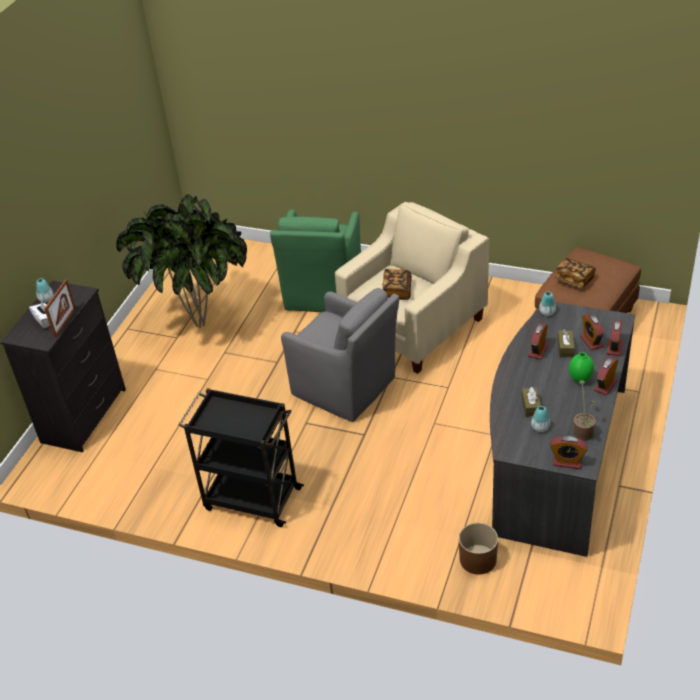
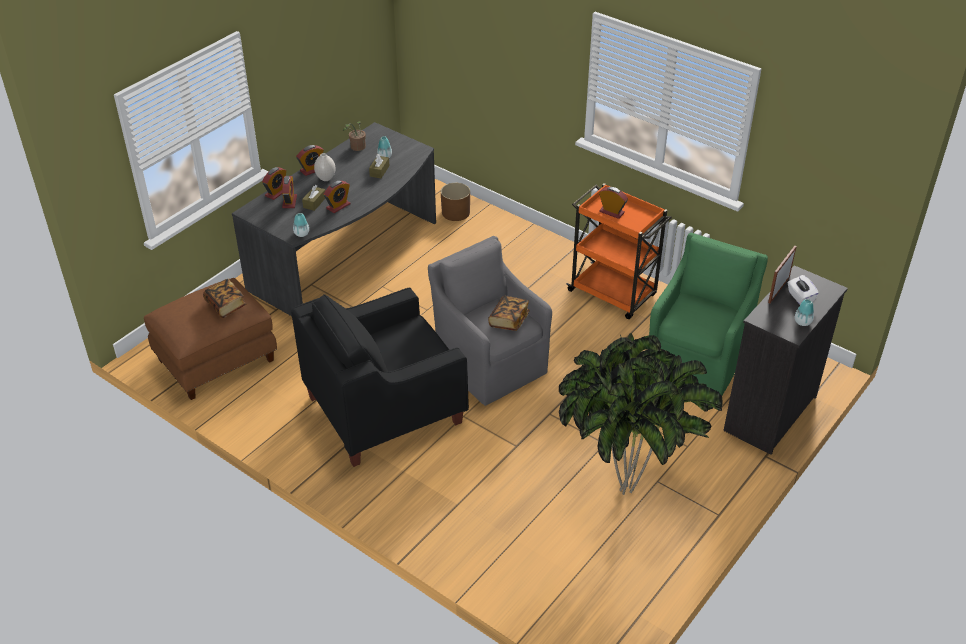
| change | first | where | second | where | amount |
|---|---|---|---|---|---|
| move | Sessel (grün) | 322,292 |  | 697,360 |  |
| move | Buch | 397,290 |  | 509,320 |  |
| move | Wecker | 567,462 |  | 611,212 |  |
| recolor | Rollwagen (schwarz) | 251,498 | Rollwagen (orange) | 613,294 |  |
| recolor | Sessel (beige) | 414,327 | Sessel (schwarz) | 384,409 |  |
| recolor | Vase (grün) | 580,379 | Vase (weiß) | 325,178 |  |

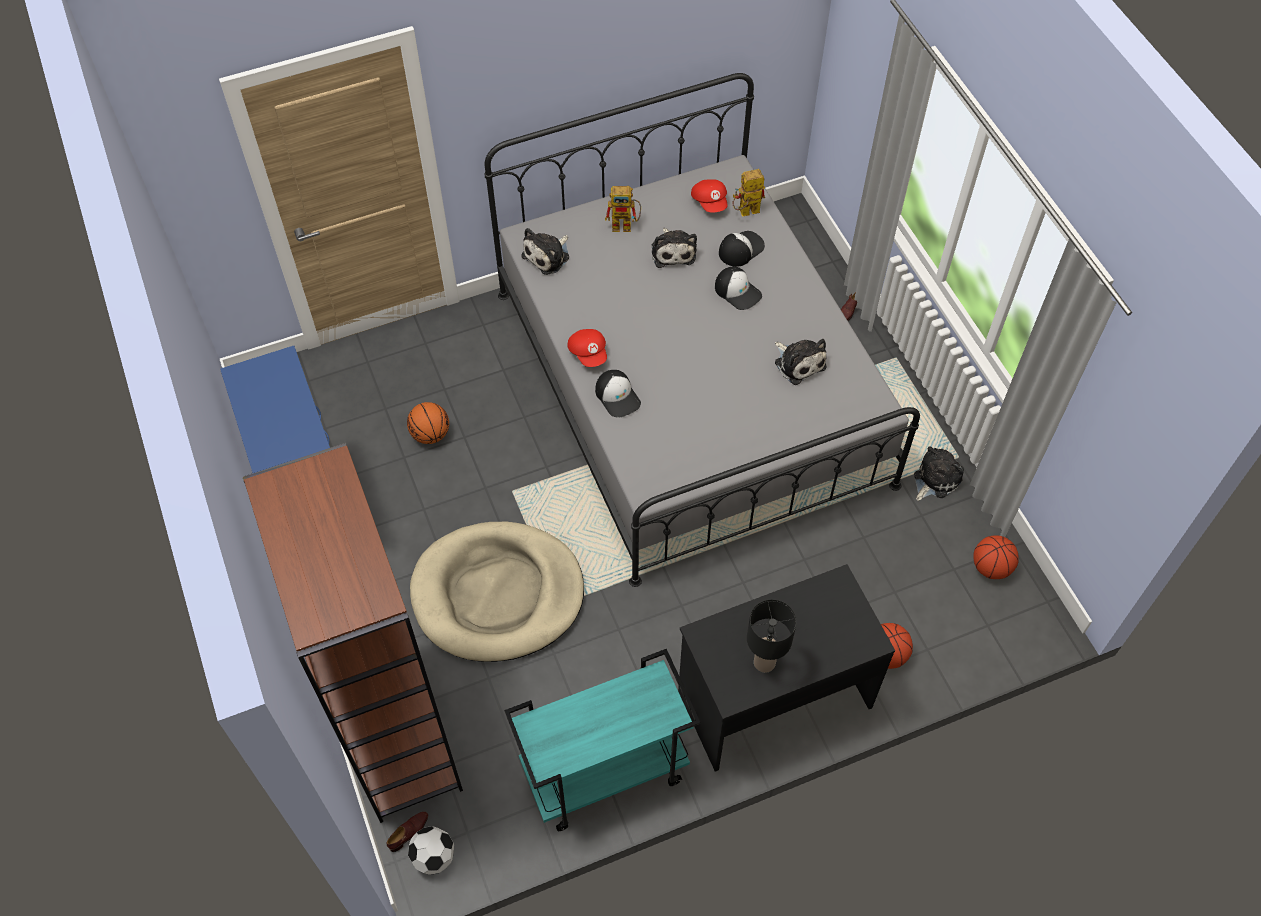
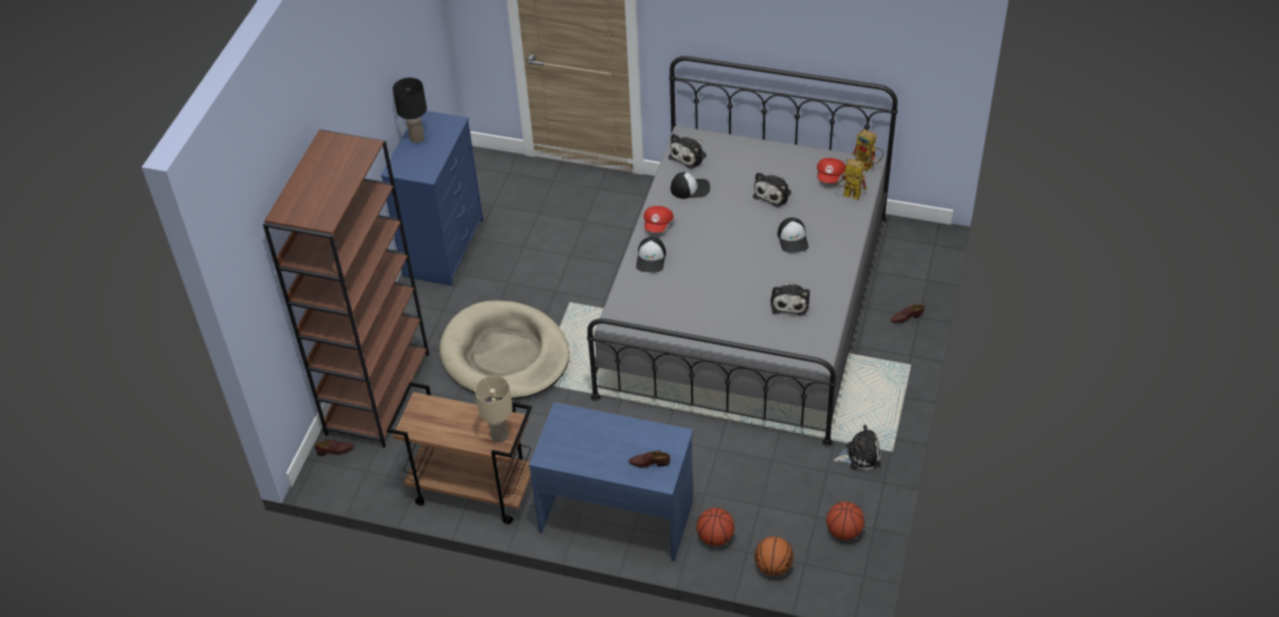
| change | first | where | second | where | amount |
|---|---|---|---|---|---|
| delete | Fußball | 434,857 |  |  |  |
| insert |  |  | Tischlampe (beige) | 500,436 |  |
| insert |  |  | Schuh (braun) | 649,462 |  |
| move | Basketball | 430,434 |  | 773,566 |  |
| move | Spielzeugroboter | 626,225 |  | 868,166 |  |
| move | Kappe | 740,249 |  | 690,188 |  |
| move | Tischlampe (schwarz) | 764,662 |  | 417,137 |  |
| recolor | Rollwagen (türkis) | 603,773 | Rollwagen (braun) | 472,490 |  |
| recolor | Schreibtisch (schwarz) | 773,697 | Schreibtisch (blau) | 616,515 |  |
| rotate | Plüschtier | 548,256 |  | 689,155 | 45 degrees counterclockwise |

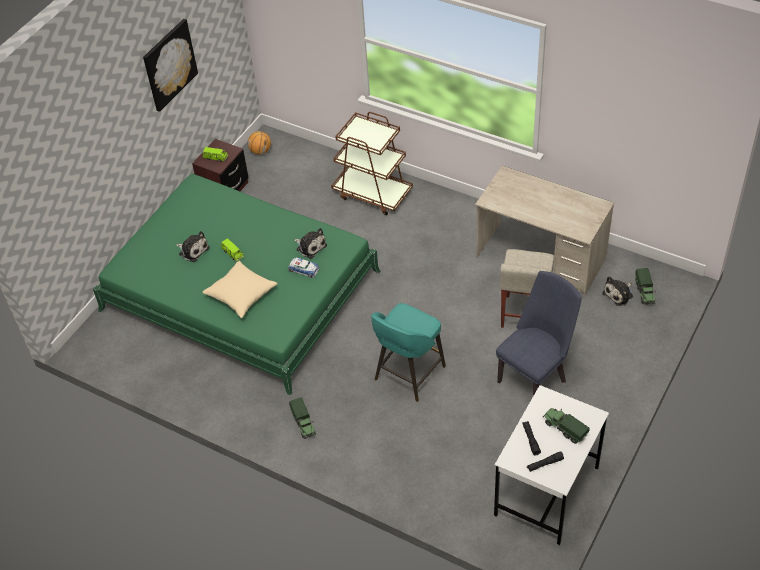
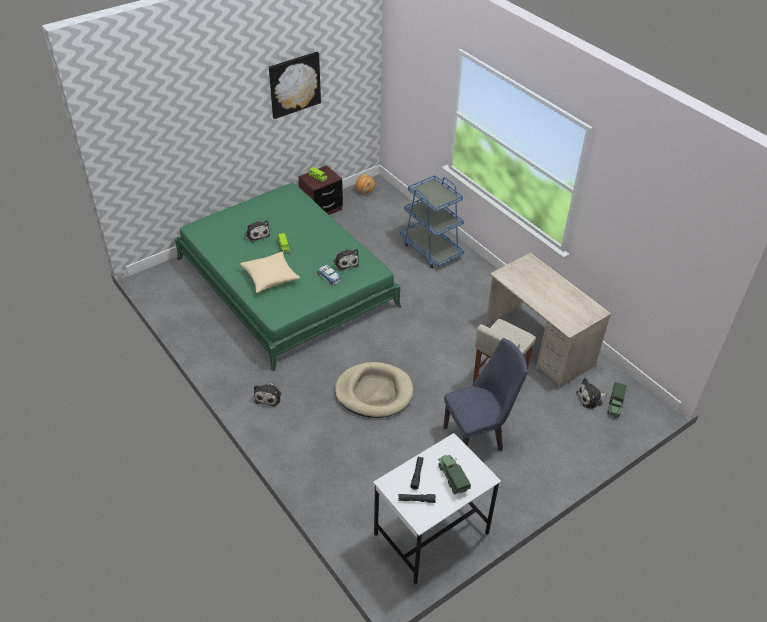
| change | first | where | second | where | amount |
|---|---|---|---|---|---|
| replace | Spielzeuglaster | 303,423 | Plüschtier | 269,396 |  |
| replace | Hocker (türkis) | 408,374 | Hundebett (beige) | 374,392 |  |
| recolor | Rollwagen (braun) | 373,193 | Rollwagen (blau) | 431,249 |  |

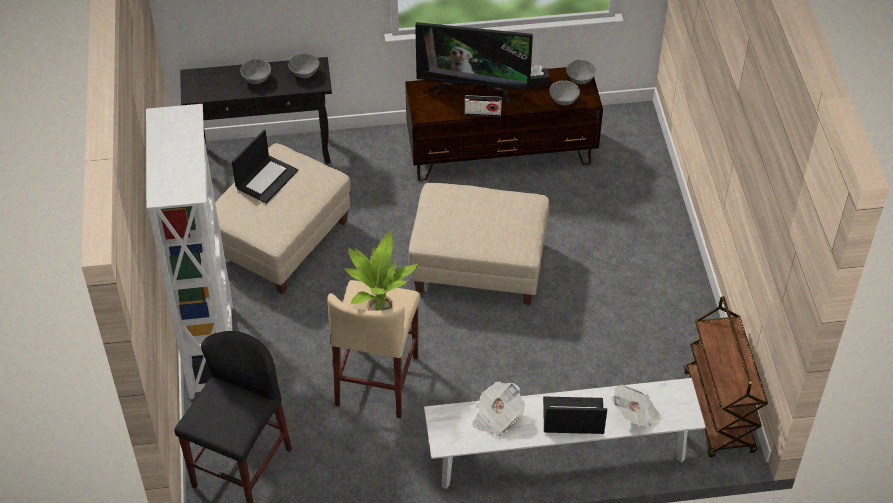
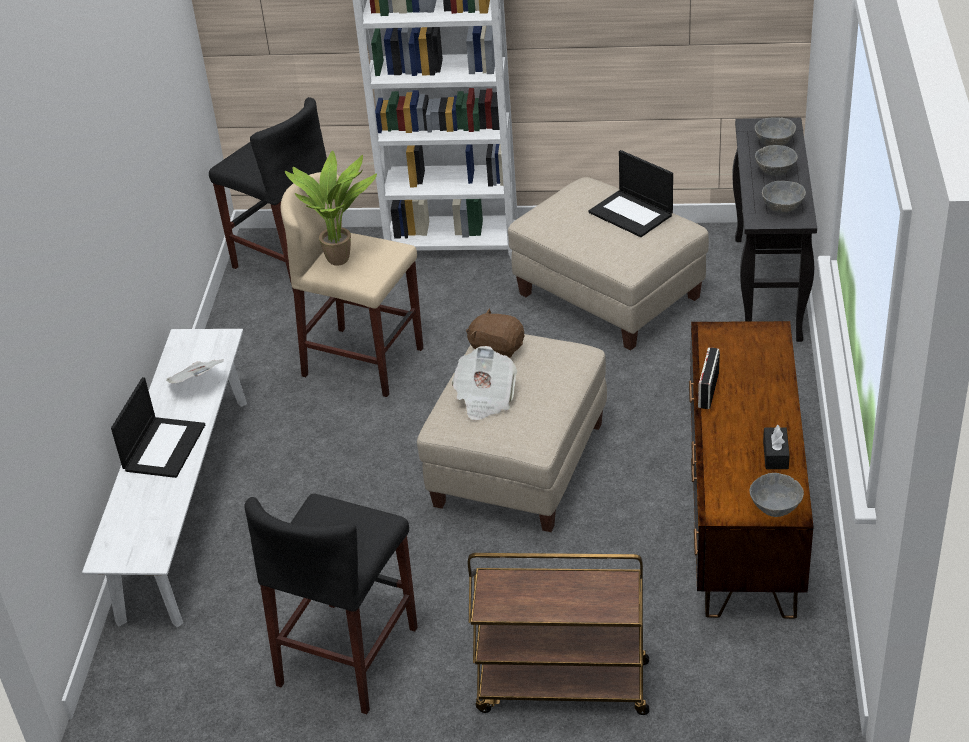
| change | first | where | second | where | amount |
|---|---|---|---|---|---|
| delete | Fernseher | 473,88 |  |  |  |
| insert |  |  | Hocker (schwarz) | 348,656 |  |
| insert |  |  | Plüschtier (braun) | 497,351 |  |
| move | Schüssel (grau) | 563,100 |  | 774,143 |  |
| move | Zeitung | 635,414 |  | 485,398 |  |
| move | Rollwagen (braun) | 719,412 |  | 561,687 |  |

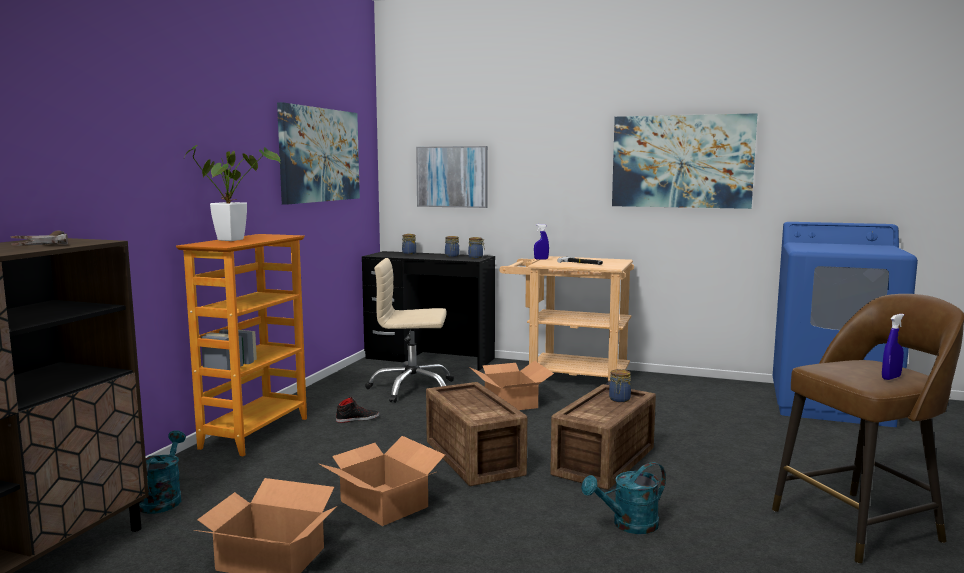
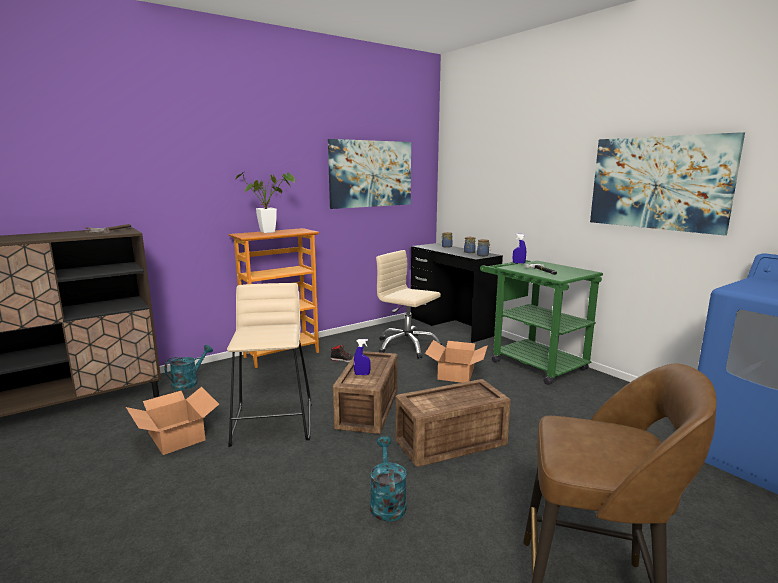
| change | first | where | second | where | amount |
|---|---|---|---|---|---|
| delete | Bild | 452,177 |  |  |  |
| delete | Vorratsglas | 619,399 |  |  |  |
| move | Sprühflasche (blau) | 891,378 |  | 362,374 |  |
| replace | Karton | 384,503 | Hocker (beige) | 273,423 |  |
| recolor | Rollwagen (beige) | 567,376 | Rollwagen (grün) | 531,363 |  |
| rotate | Gießkanne (türkis) | 628,525 |  | 387,502 | 75 degrees clockwise |

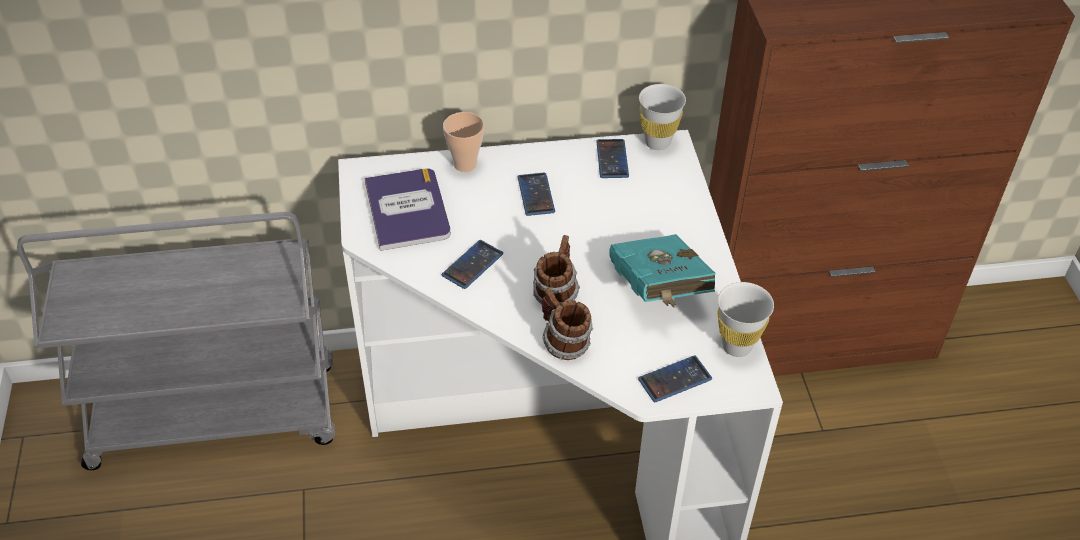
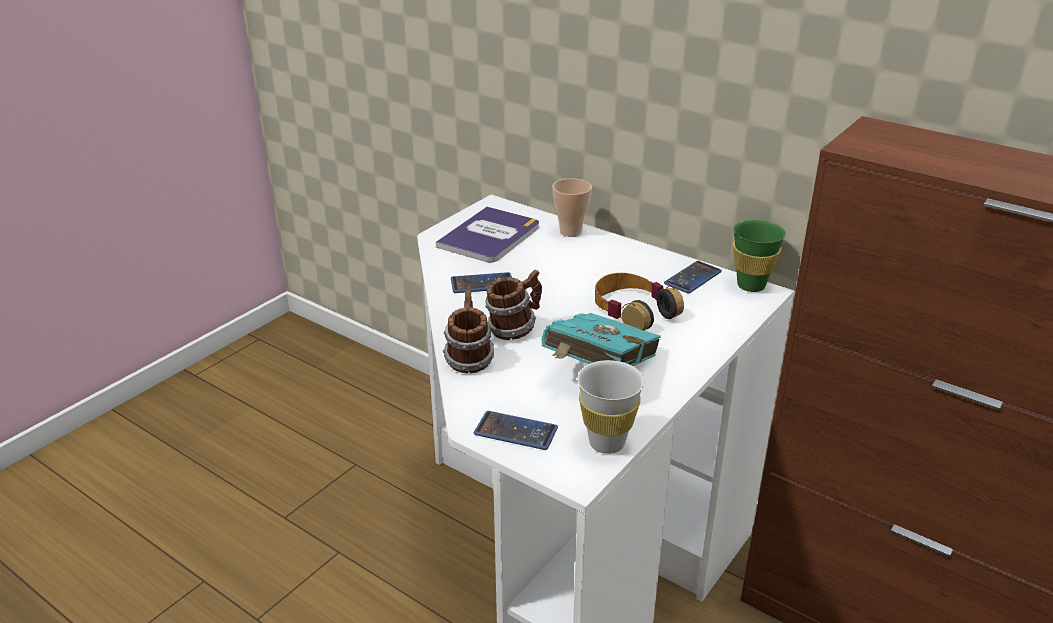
| change | first | where | second | where | amount |
|---|---|---|---|---|---|
| delete | Rollwagen (grau) | 217,415 |  |  |  |
| delete | Handy | 536,195 |  |  |  |
| insert |  |  | Kopfhörer | 633,311 |  |
| recolor | Tasse (weiß) | 657,142 | Tasse (grün) | 751,285 |  |

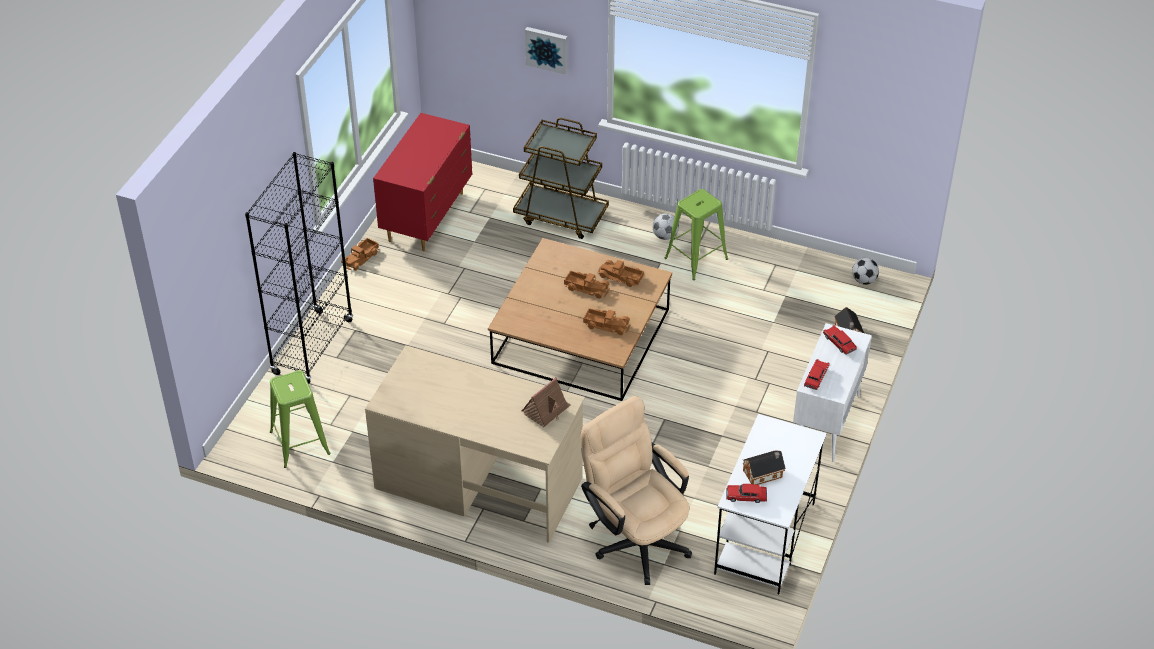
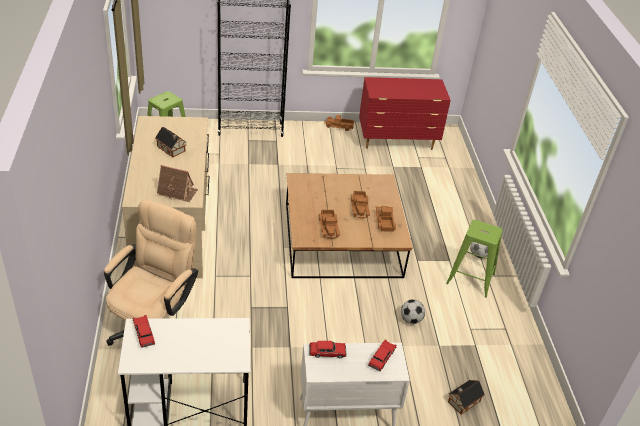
| change | first | where | second | where | amount |
|---|---|---|---|---|---|
| delete | Rollwagen (braun) | 561,216 |  |  |  |
| delete | Bild | 547,49 |  |  |  |
| move | Spielzeughaus | 764,473 |  | 171,149 |  |
| move | Fußball | 864,281 |  | 411,320 |  |

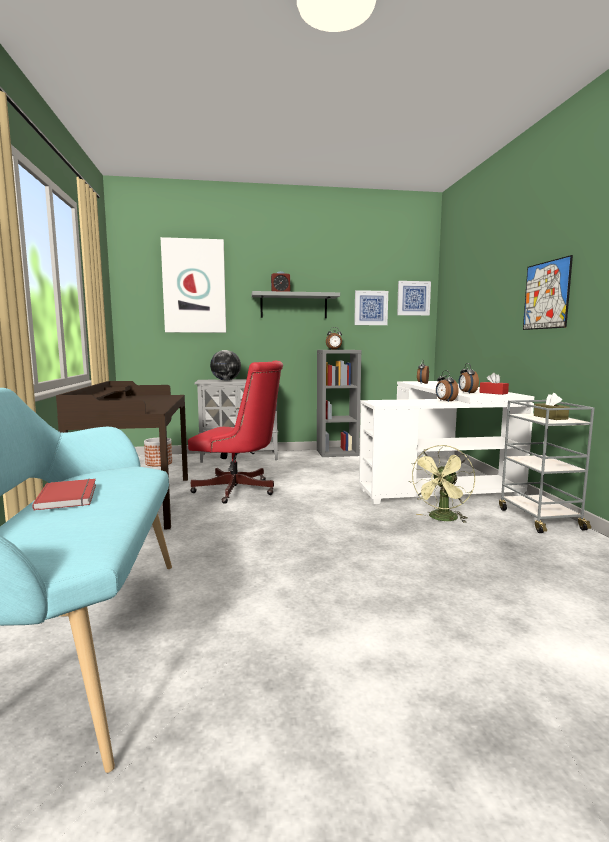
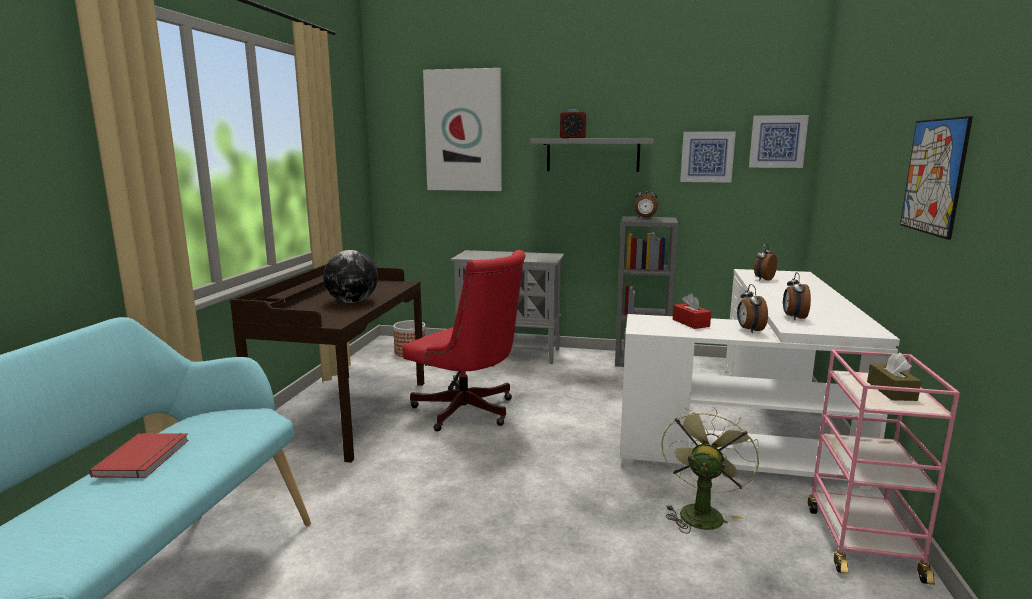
| change | first | where | second | where | amount |
|---|---|---|---|---|---|
| move | Globus | 226,380 |  | 352,302 |  |
| move | Taschentuchbox (rot) | 493,393 |  | 690,323 |  |
| recolor | Rollwagen (grau) | 539,518 | Rollwagen (rosa) | 861,542 |  |
| rotate | Ventilator (grün) | 442,519 |  | 701,512 | 150 degrees clockwise |

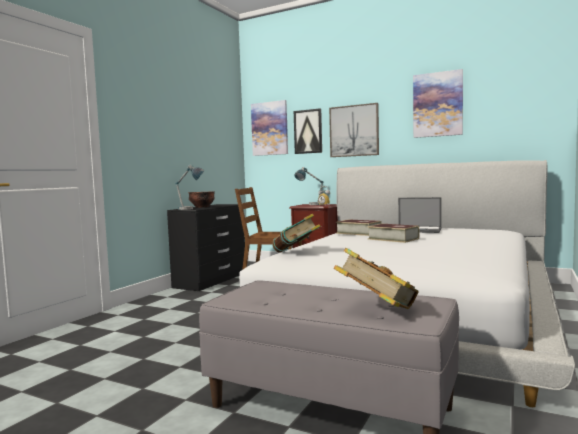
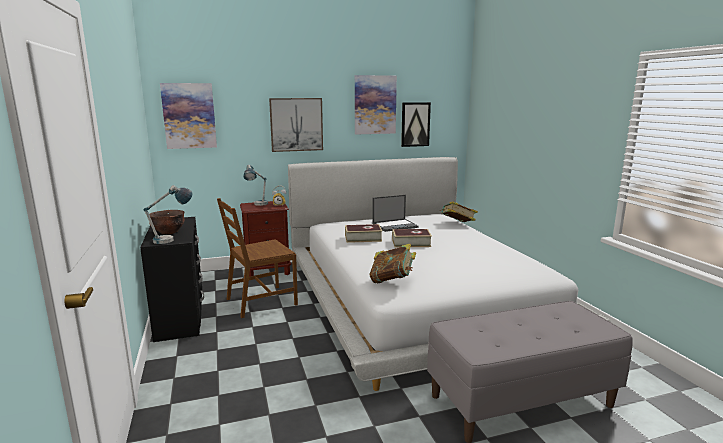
| change | first | where | second | where | amount |
|---|---|---|---|---|---|
| move | Bild | 308,131 |  | 415,124 |  |
| move | Buch | 377,310 |  | 457,224 |  |

